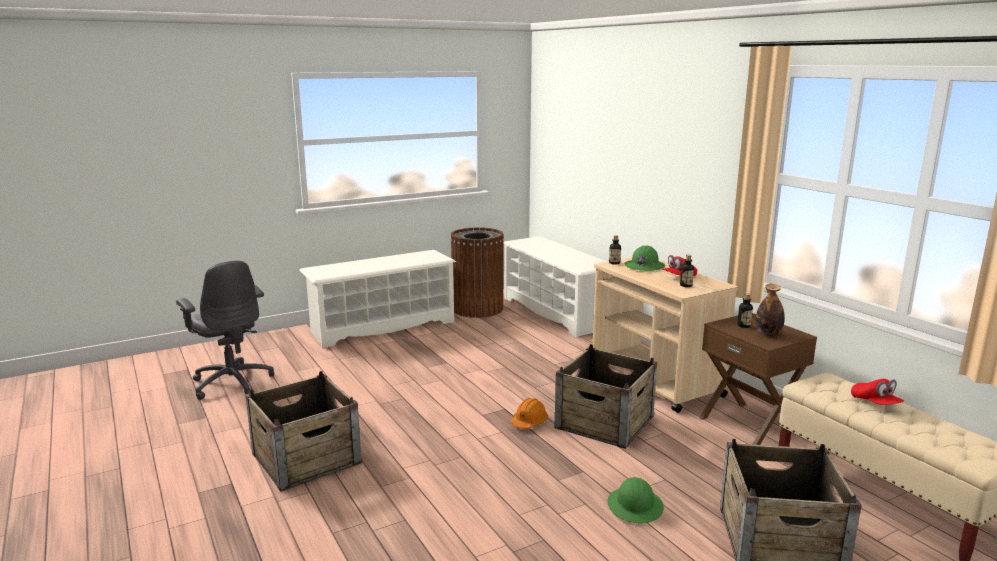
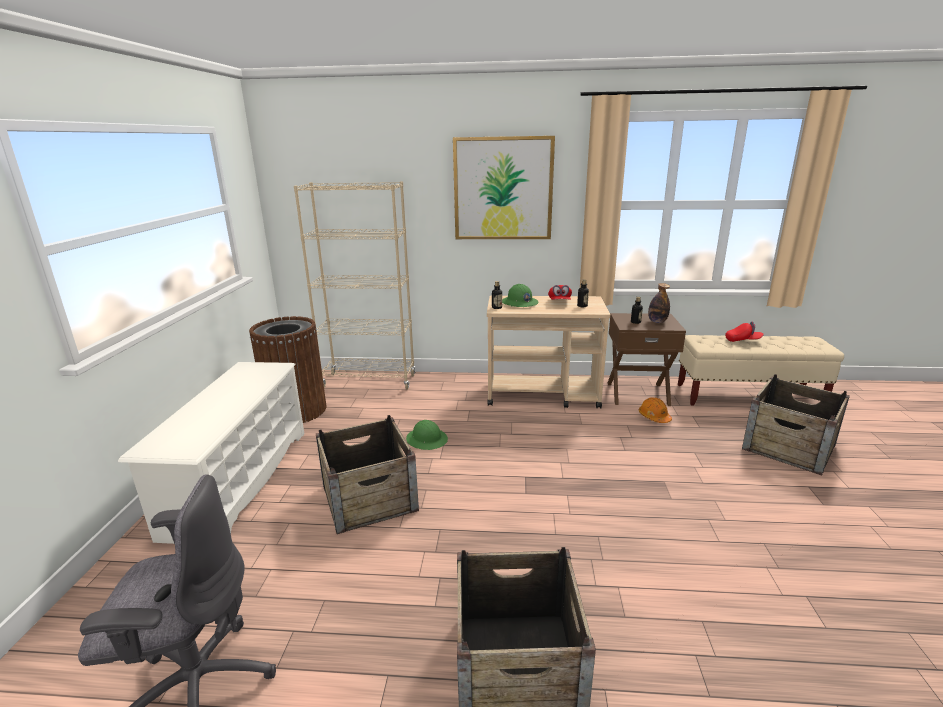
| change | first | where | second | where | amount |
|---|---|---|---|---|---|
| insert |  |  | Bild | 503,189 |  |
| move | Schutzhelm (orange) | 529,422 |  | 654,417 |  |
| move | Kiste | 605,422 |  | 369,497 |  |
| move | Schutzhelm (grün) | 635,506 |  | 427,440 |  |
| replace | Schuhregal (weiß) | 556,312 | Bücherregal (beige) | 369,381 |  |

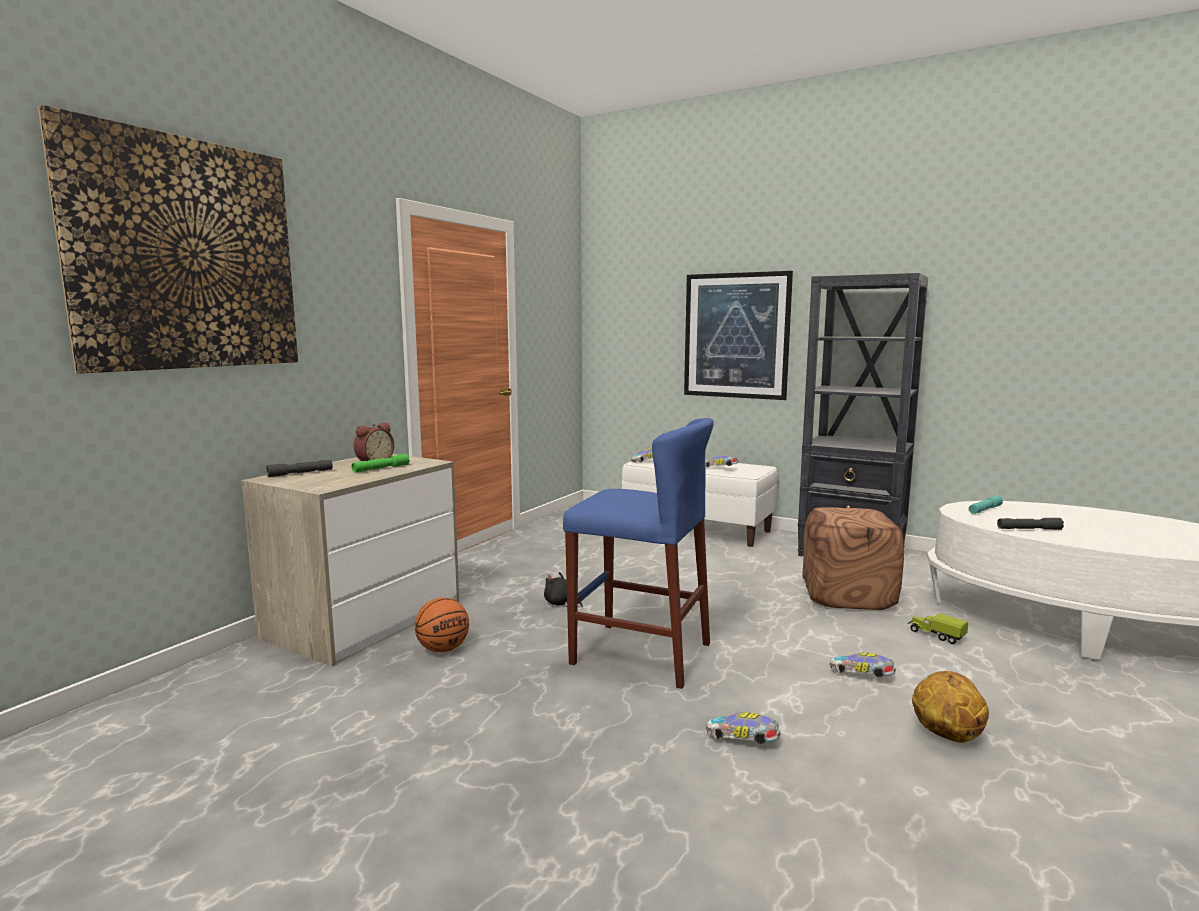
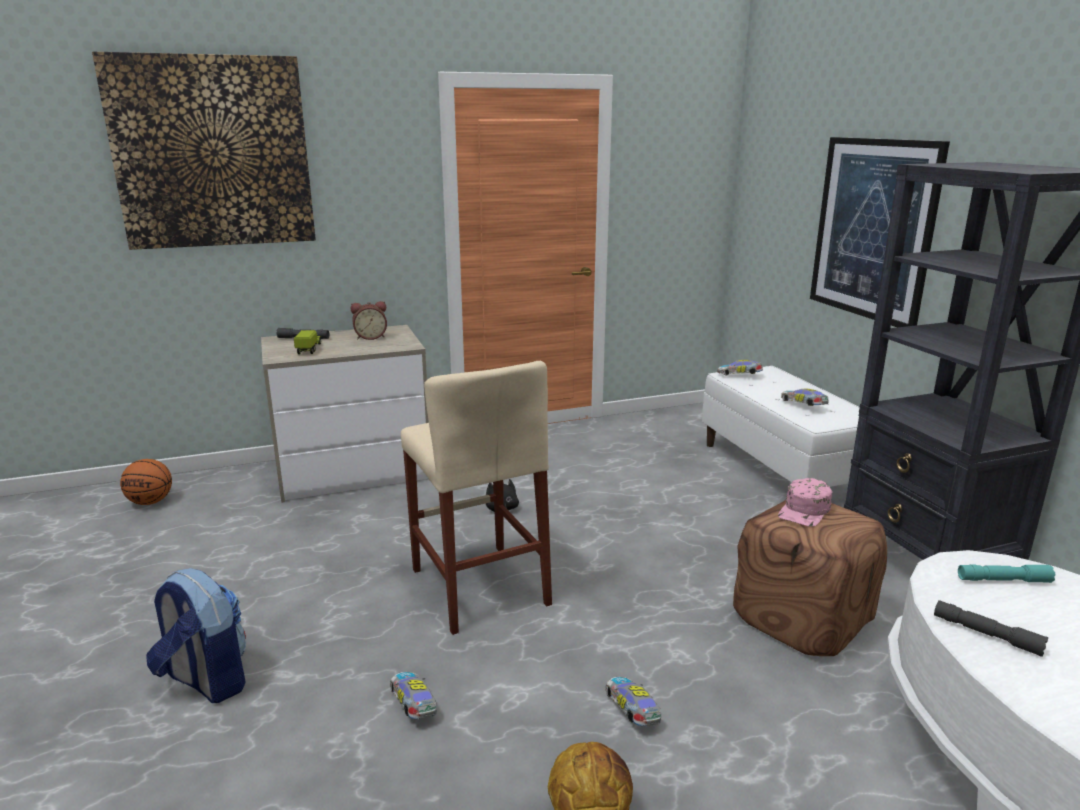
| change | first | where | second | where | amount |
|---|---|---|---|---|---|
| delete | Taschenlampe (grün) | 381,469 |  |  |  |
| insert |  |  | Rucksack | 205,681 |  |
| insert |  |  | Kappe (rosa) | 805,511 |  |
| move | Basketball | 443,649 |  | 150,502 |  |
| move | Spielzeuglaster | 935,635 |  | 309,349 |  |
| recolor | Hocker (blau) | 640,653 | Hocker (beige) | 479,586 |  |

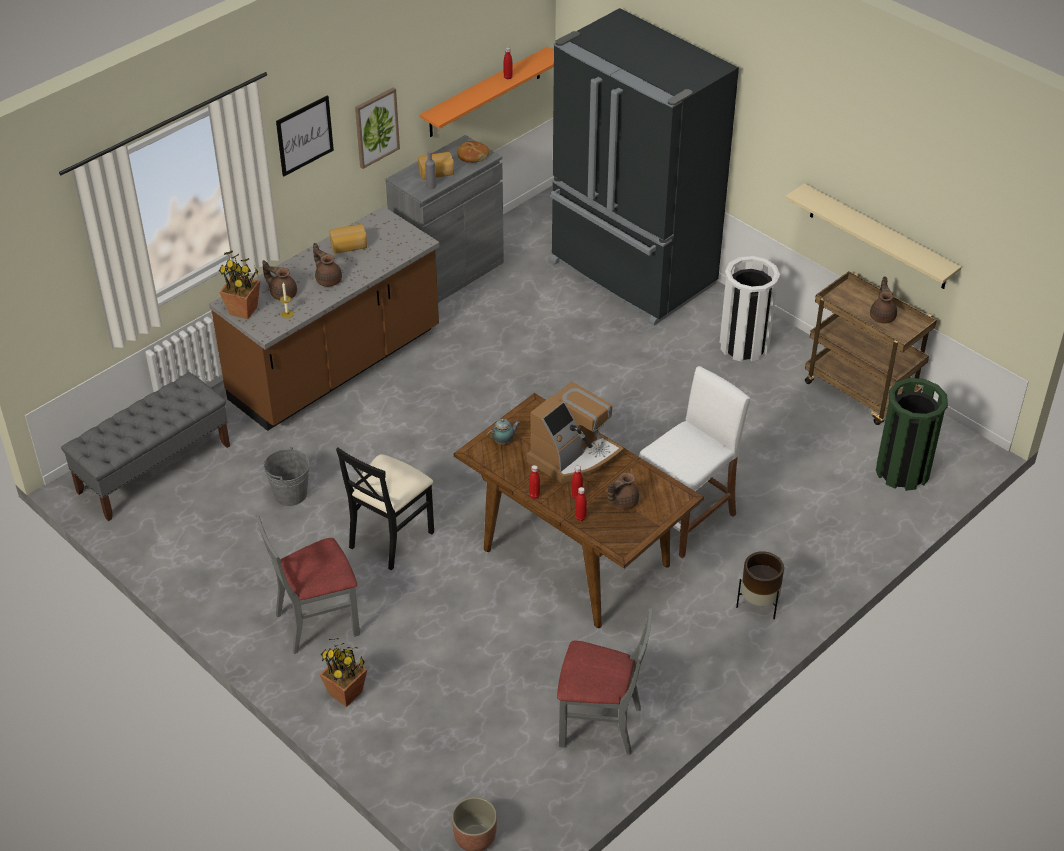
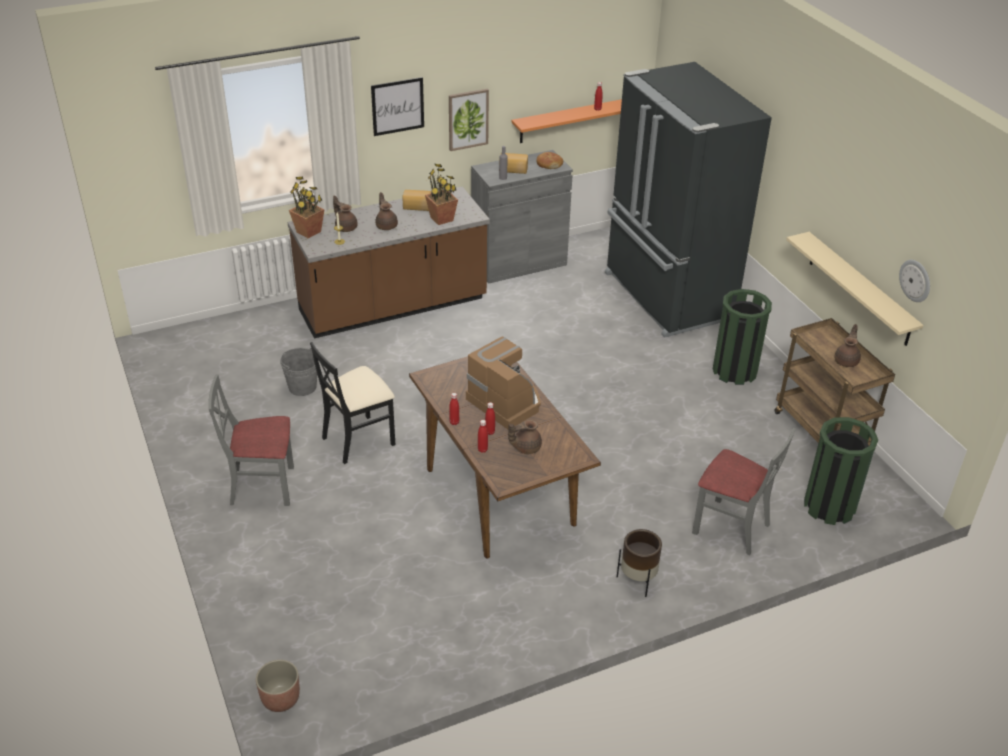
| change | first | where | second | where | amount |
|---|---|---|---|---|---|
| delete | Bank (grau) | 154,468 |  |  |  |
| delete | Teekanne | 504,441 |  |  |  |
| delete | Hocker (weiß) | 686,520 |  |  |  |
| insert |  |  | Wanduhr | 915,280 |  |
| move | Topfpflanze | 346,693 |  | 442,219 |  |
| move | Stuhl (grau) | 600,725 |  | 731,527 |  |
| recolor | Mülleimer (weiß) | 744,345 | Mülleimer (grün) | 734,371 |  |
| rotate | Kaffeemaschine | 574,456 |  | 506,401 | 105 degrees counterclockwise |

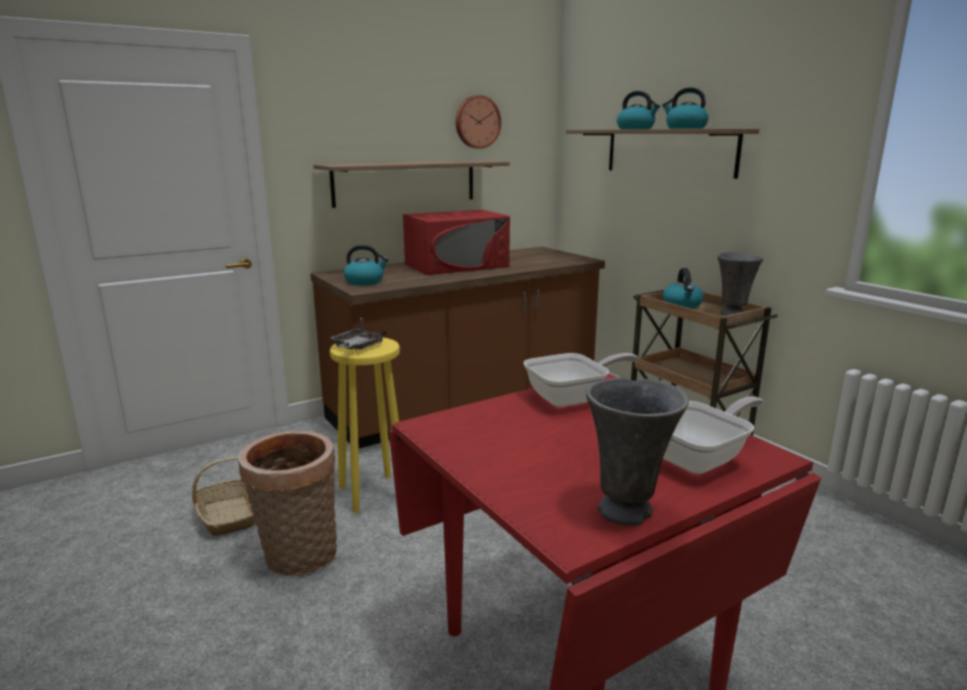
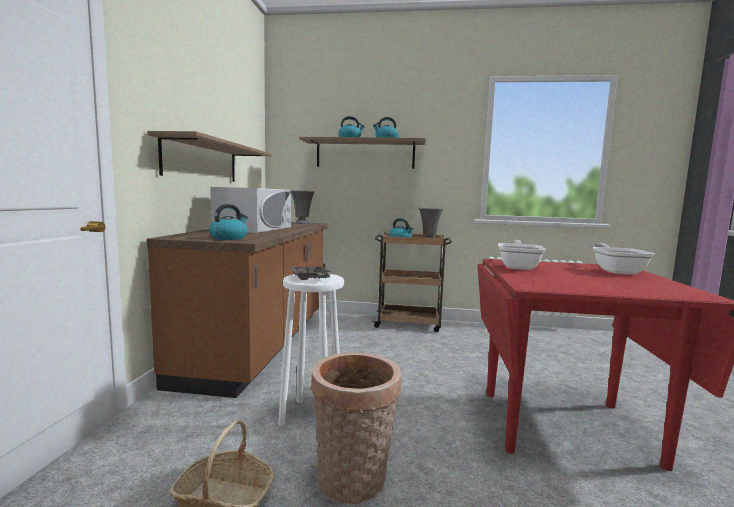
| change | first | where | second | where | amount |
|---|---|---|---|---|---|
| delete | Wanduhr | 477,122 |  |  |  |
| move | Vase (grau) | 627,511 |  | 302,223 |  |
| recolor | Hocker (gelb) | 373,493 | Hocker (weiß) | 311,415 |  |
| recolor | Mikrowelle (rot) | 457,265 | Mikrowelle (weiß) | 254,228 |  |

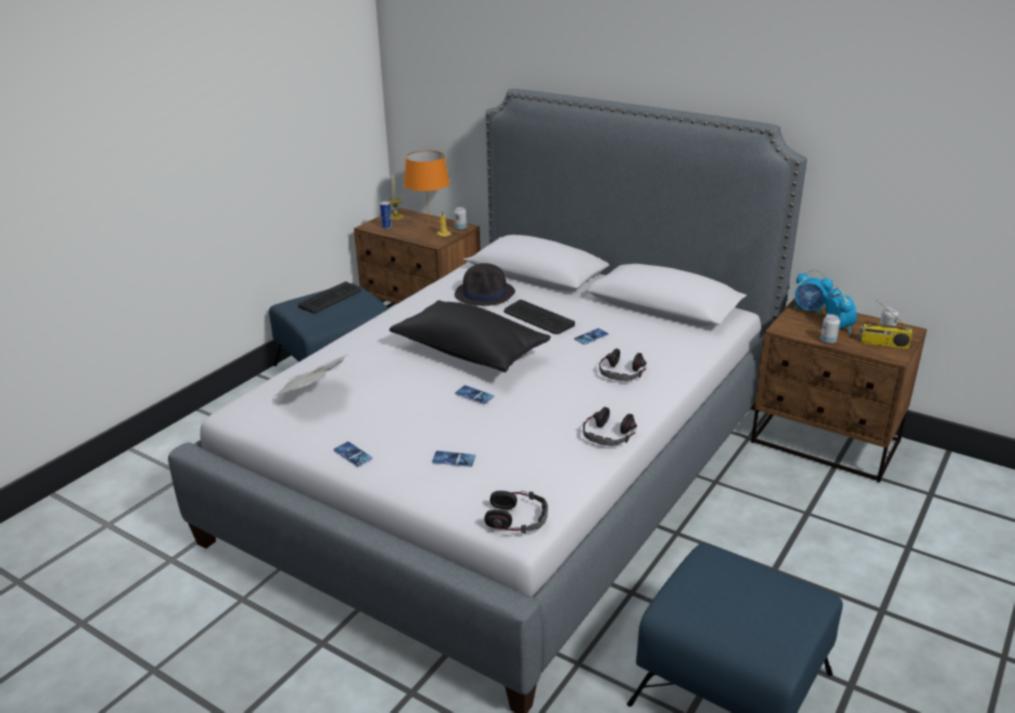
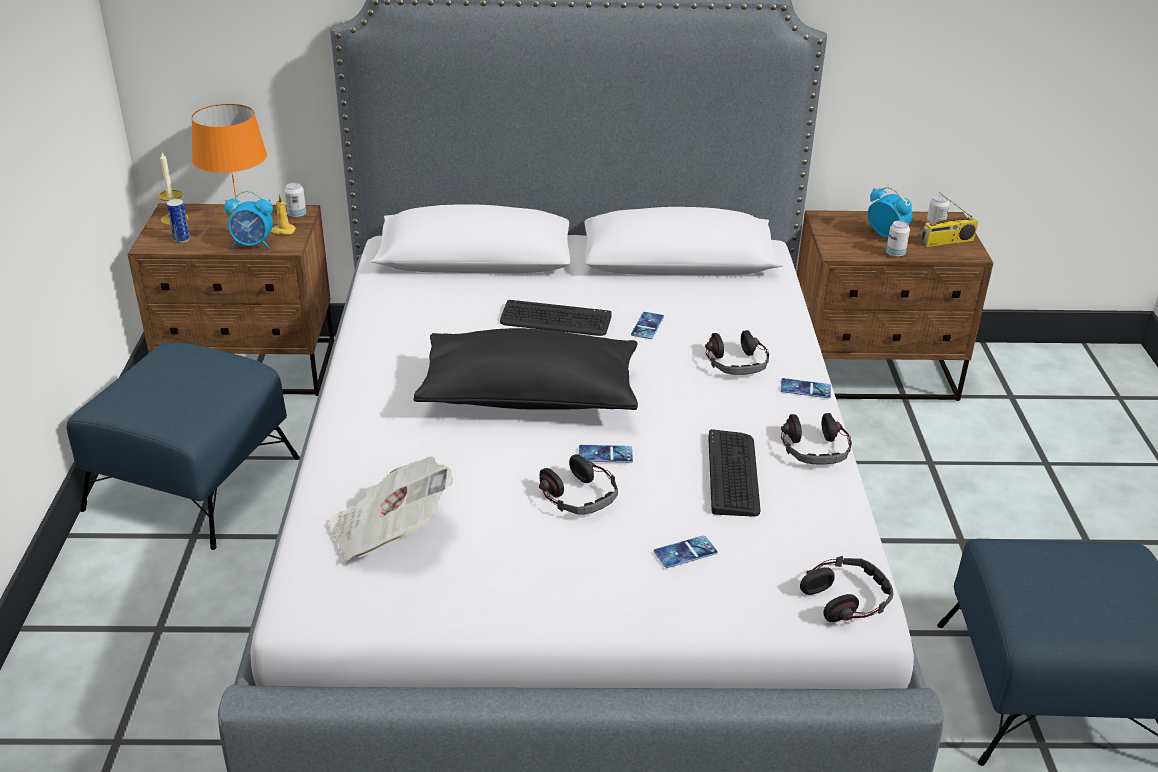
| change | first | where | second | where | amount |
|---|---|---|---|---|---|
| delete | Hut (schwarz) | 485,294 |  |  |  |
| insert |  |  | Kopfhörer | 579,495 |  |
| move | Tastatur | 330,298 |  | 733,474 |  |
| move | Handy | 352,454 |  | 805,389 |  |
| move | Wecker | 809,310 |  | 253,245 |  |

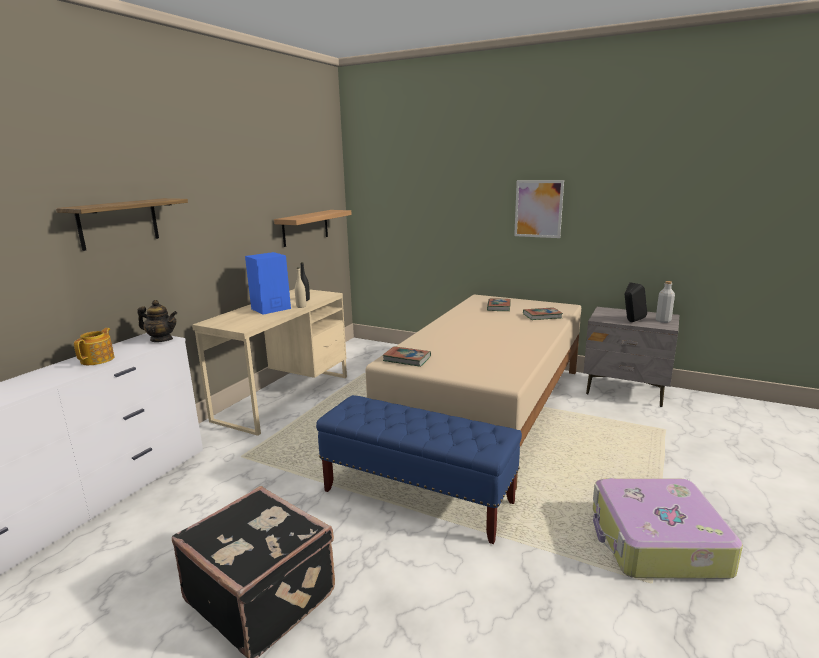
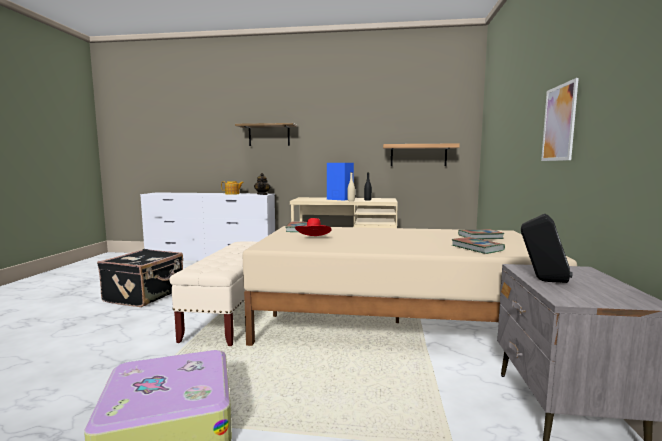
| change | first | where | second | where | amount |
|---|---|---|---|---|---|
| delete | Flasche (grau) | 663,320 |  |  |  |
| insert |  |  | Hut (rot) | 313,239 |  |
| recolor | Bank (blau) | 418,497 | Bank (beige) | 233,314 |  |

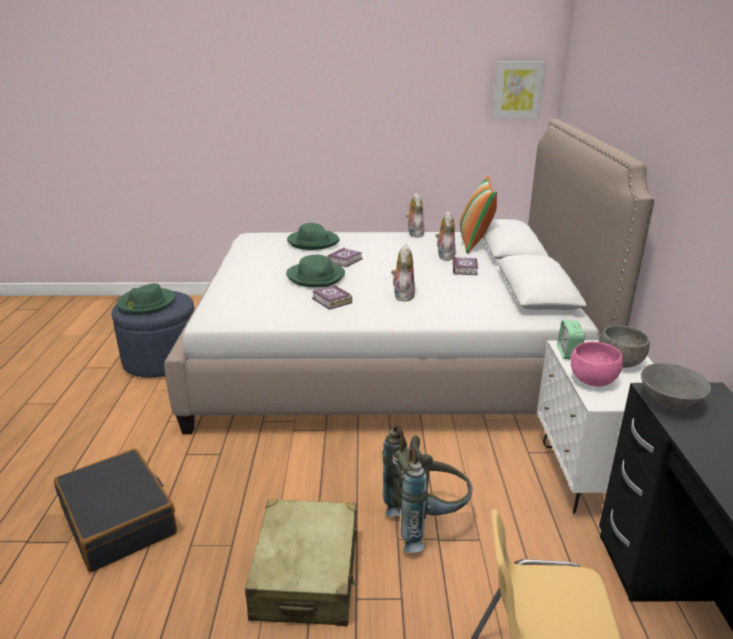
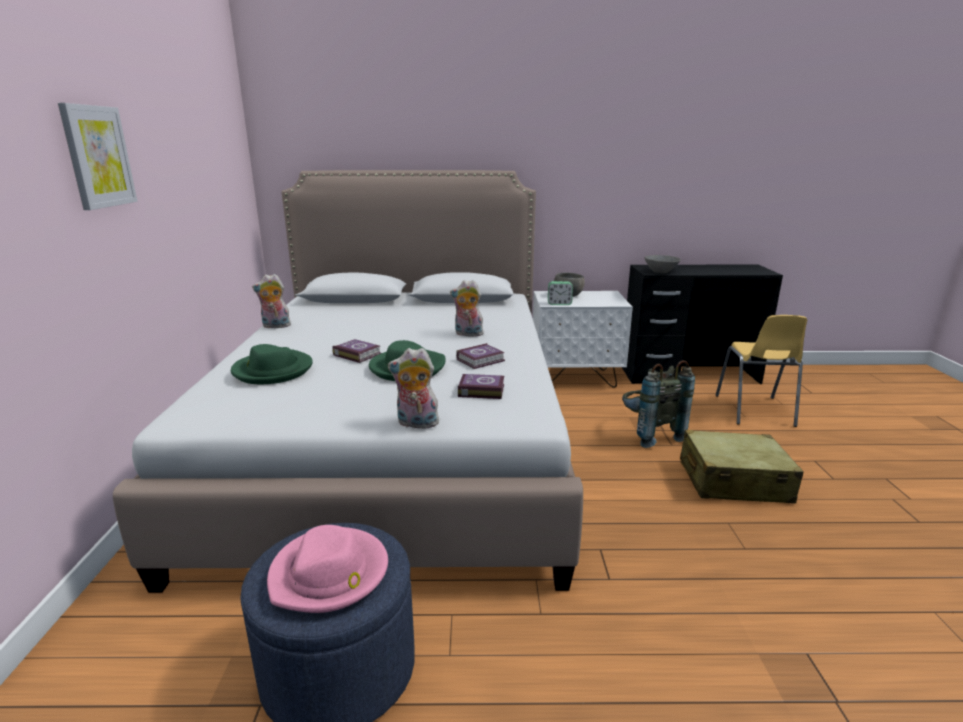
| change | first | where | second | where | amount |
|---|---|---|---|---|---|
| delete | Koffer (schwarz) | 119,520 |  |  |  |
| delete | Kissen | 475,243 |  |  |  |
| delete | Schüssel (rosa) | 592,381 |  |  |  |
| move | Plüschtier | 444,256 |  | 416,424 |  |
| move | Buch | 465,269 |  | 480,390 |  |
| move | Bild | 517,90 |  | 97,157 |  |
| recolor | Hut (grün) | 146,303 | Hut (rosa) | 329,574 |  |

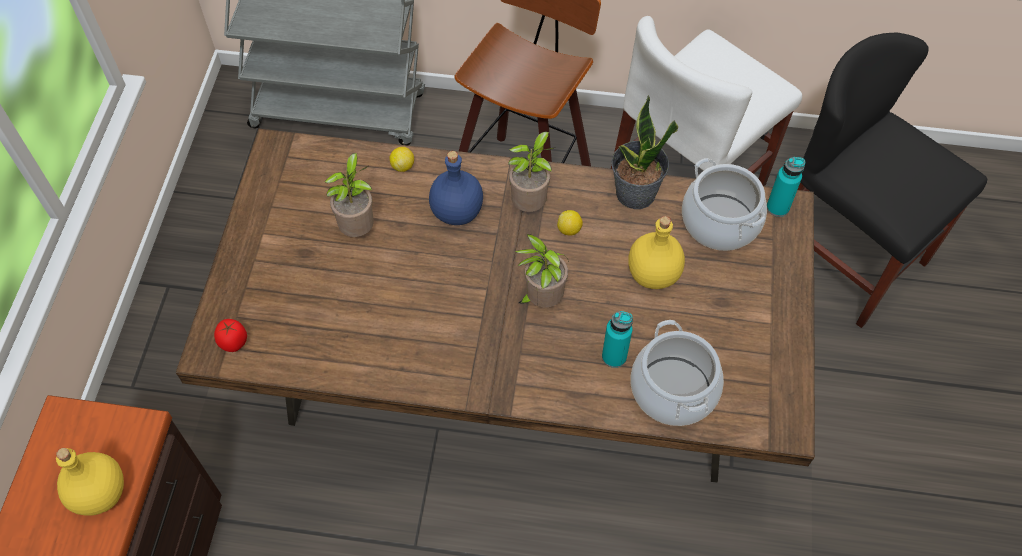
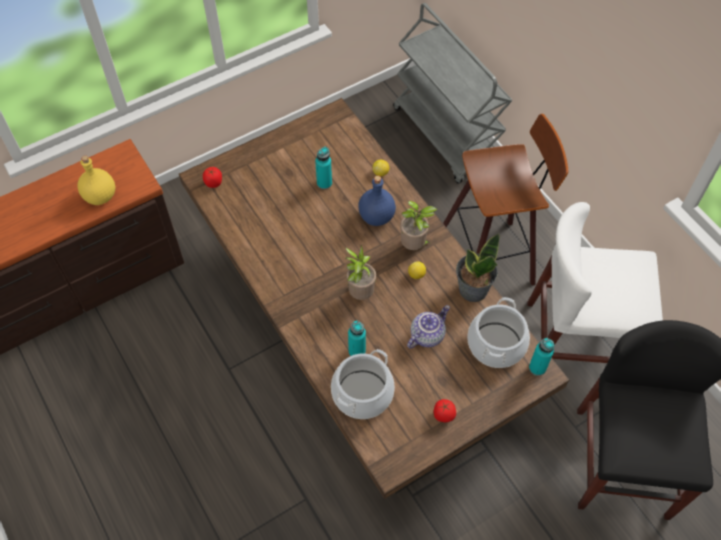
| change | first | where | second | where | amount |
|---|---|---|---|---|---|
| insert |  |  | Tomate | 443,415 |  |
| replace | Topfpflanze | 359,229 | Flasche (türkis) | 324,183 |  |
| replace | Flasche (gelb) | 653,275 | Teekanne | 426,334 |  |

